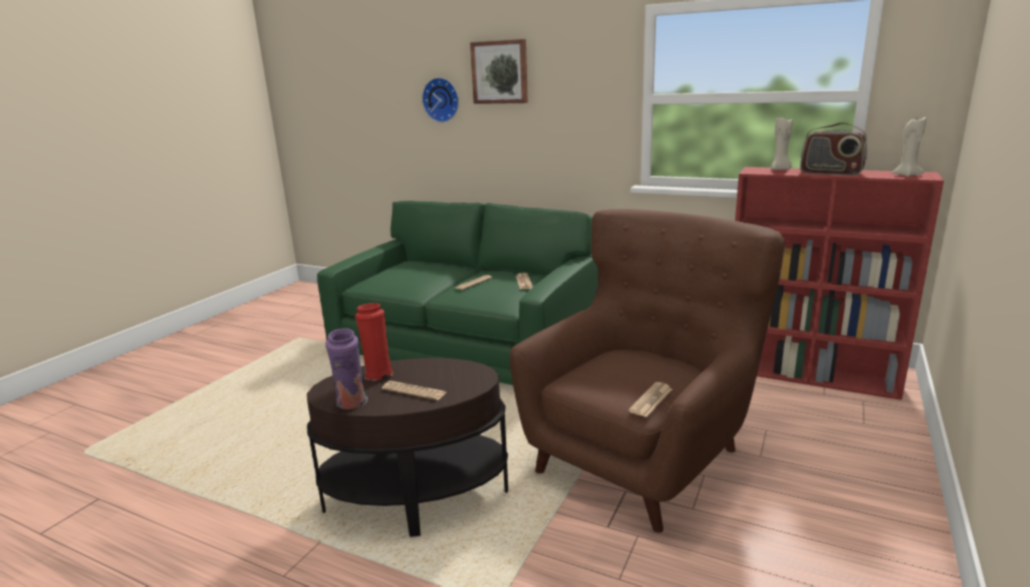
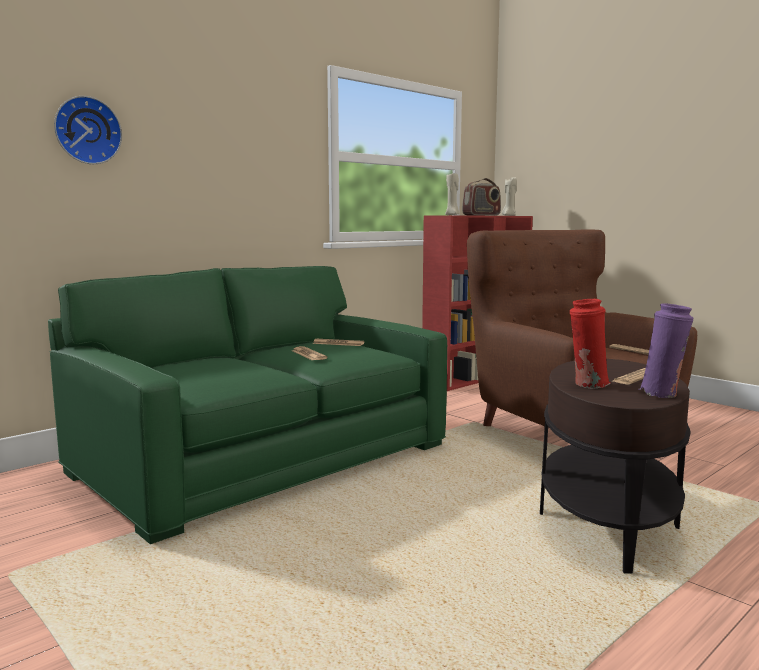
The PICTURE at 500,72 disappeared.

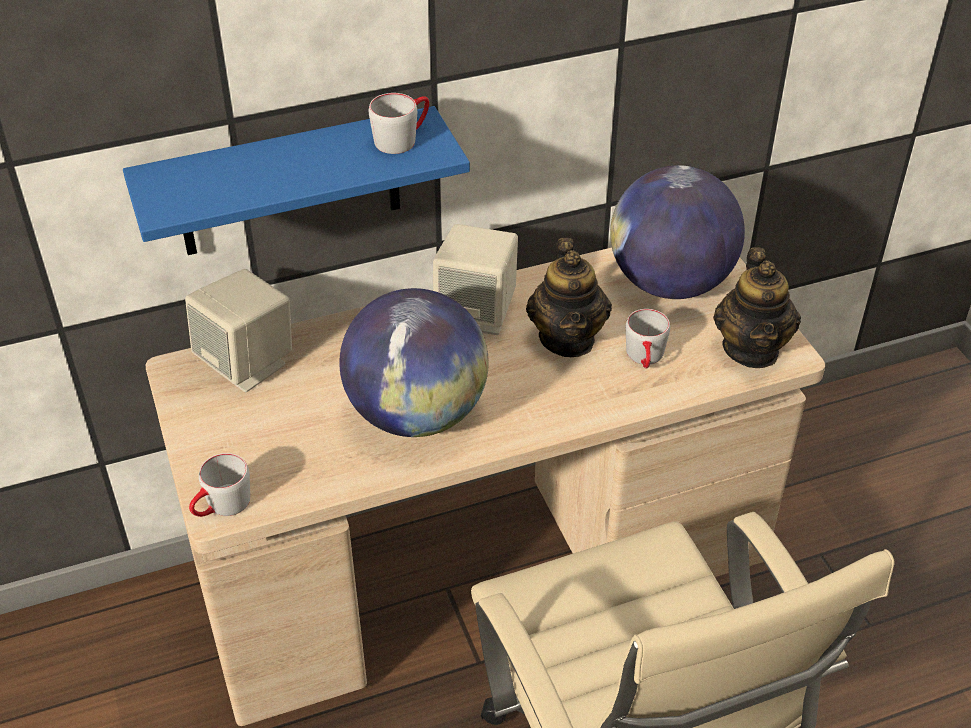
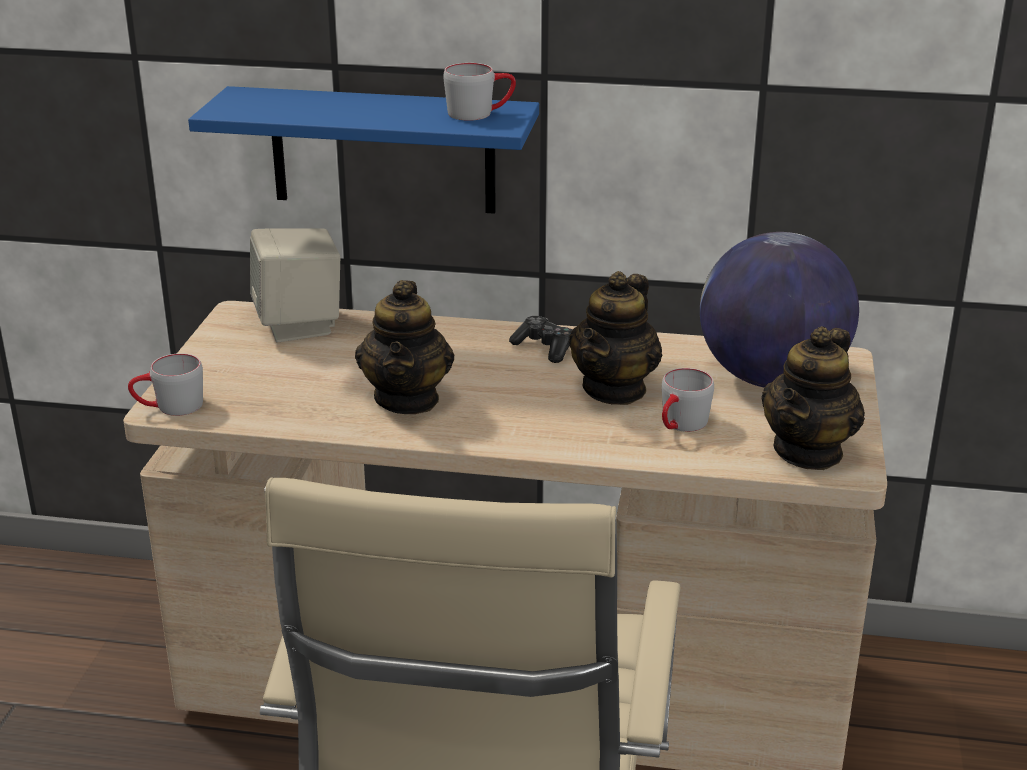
The WORLD GLOBE at 417,414 was replaced by the TEAPOT at 407,399.
The BEIGE AUDIO SPEAKER at 477,313 was replaced by the GAMEPAD at 545,348.

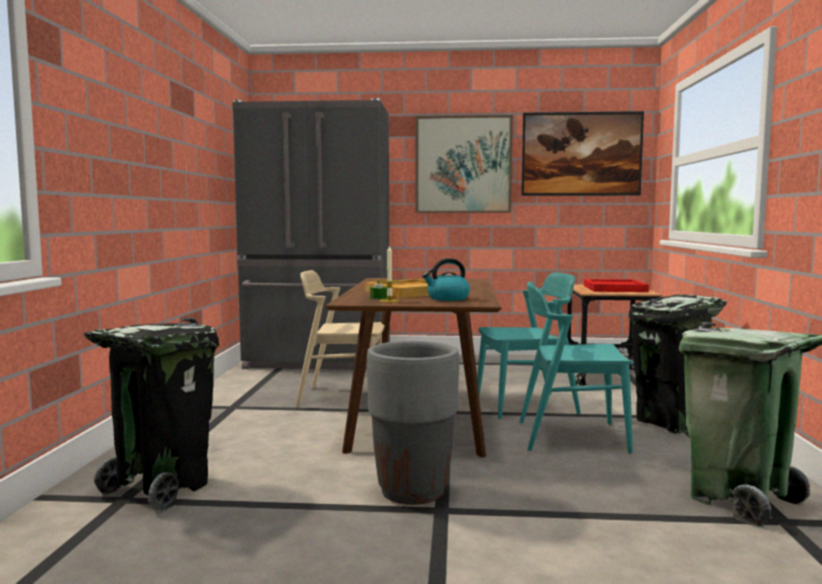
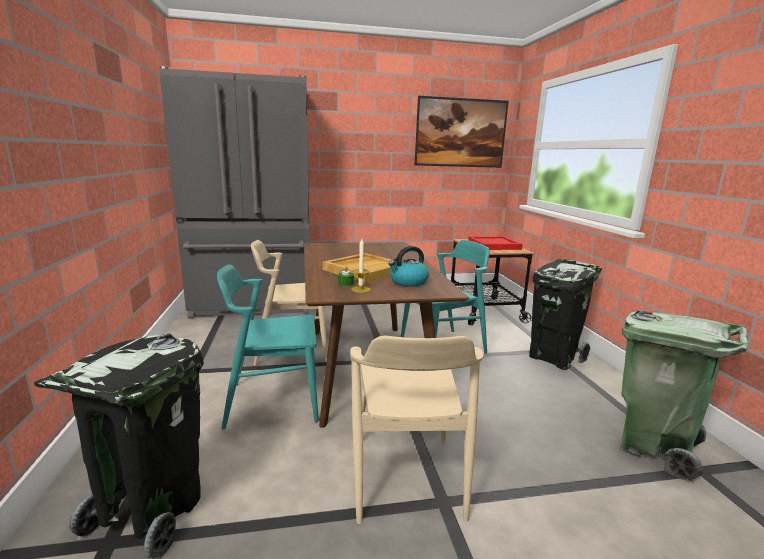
The BLUE-GREEN PLAIN CHAIR moved from 571,436 to 273,401.
The GREYISH PLANTER at 412,492 was replaced by the BEIGE PLAIN CHAIR at 405,477.
The PICTURE at 463,164 disappeared.

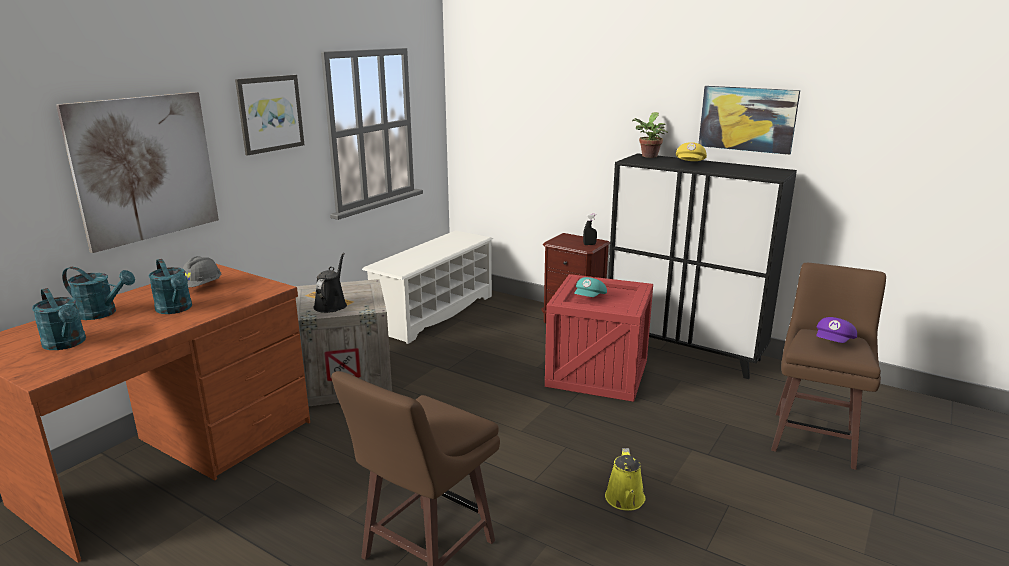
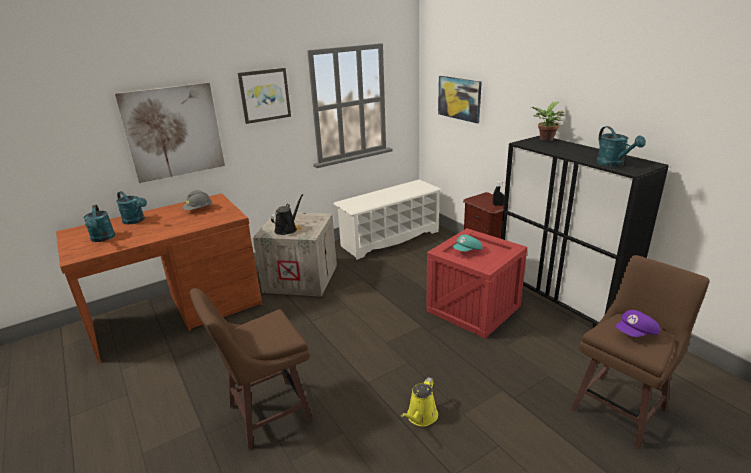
The PICTURE moved from 747,119 to 459,98.
The BLUE-GREEN WATERING POT moved from 176,309 to 614,164.
The YELLOW-COLOURED CAP at 690,164 disappeared.

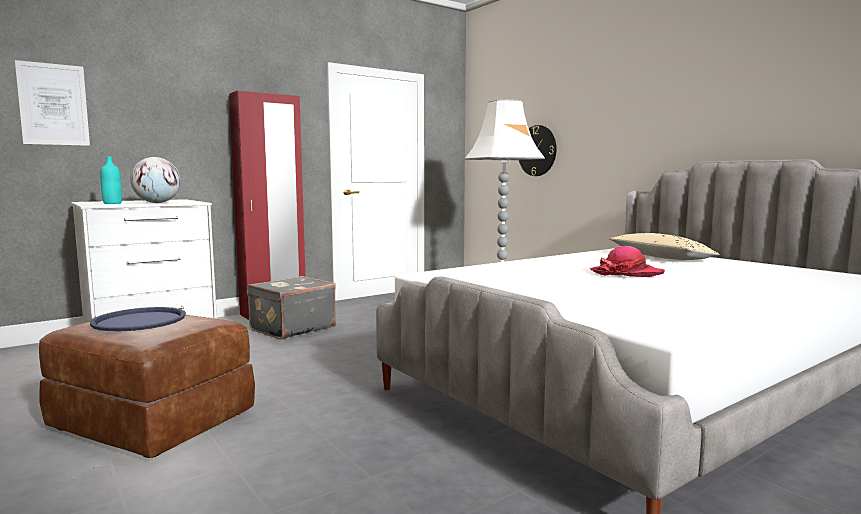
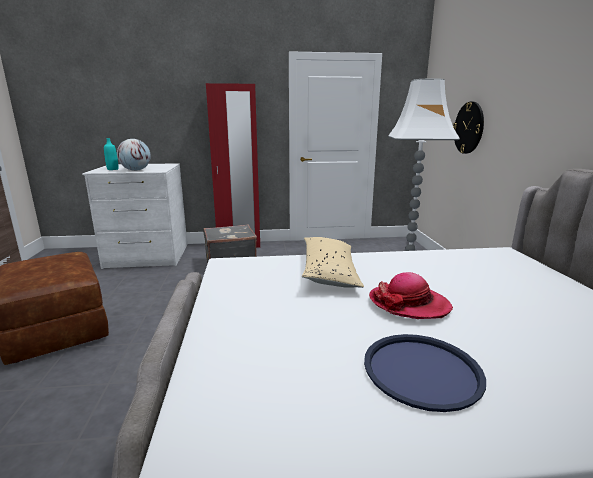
The BEIGE CUSHION moved from 660,258 to 329,271.
The BLUISH SERVING TRAY moved from 139,321 to 422,371.
The PICTURE at 53,104 disappeared.

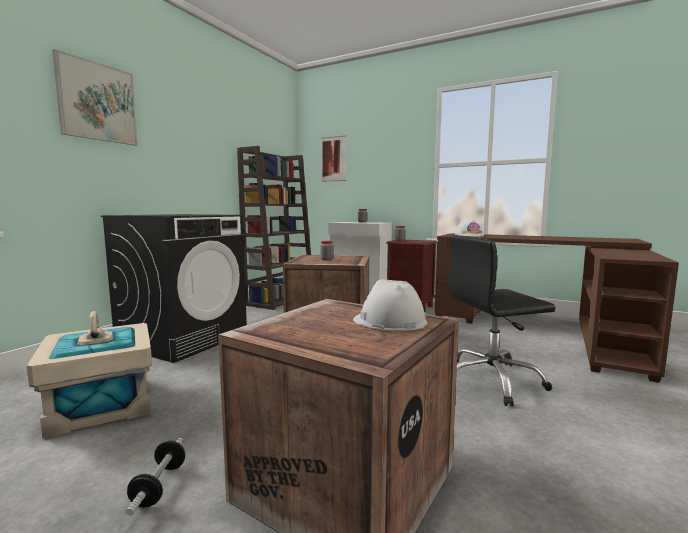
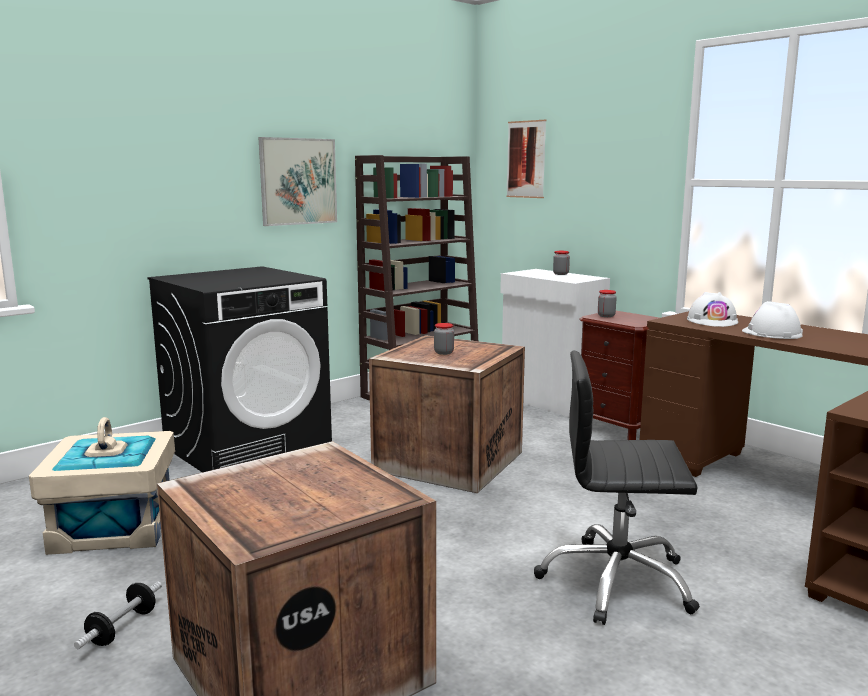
The PICTURE moved from 97,102 to 298,181.
The WHITE-COLOURED WORK HELMET moved from 389,321 to 771,333.

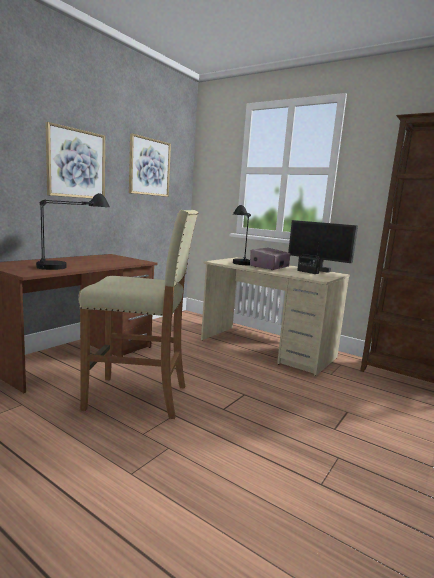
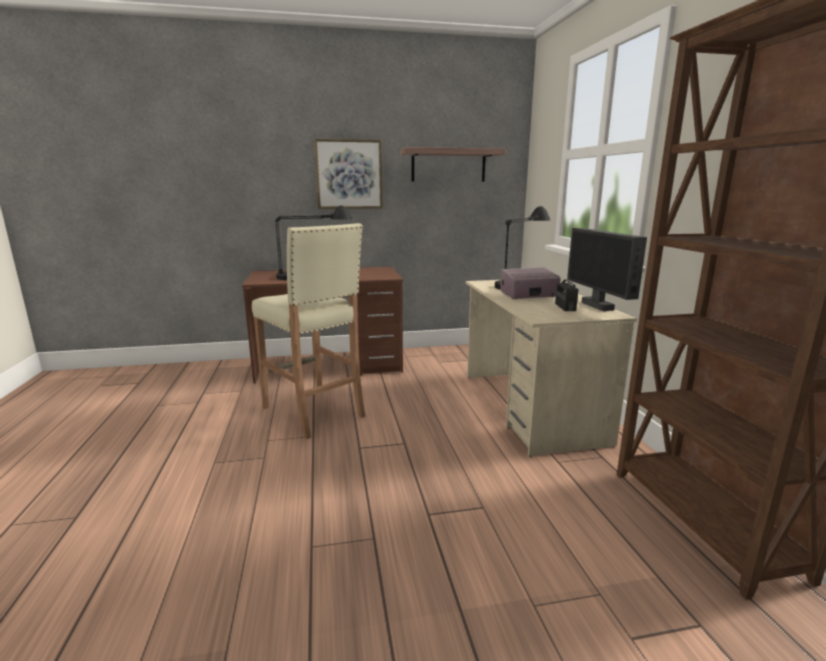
The PICTURE at 149,167 was replaced by the WALL SHELF at 448,165.

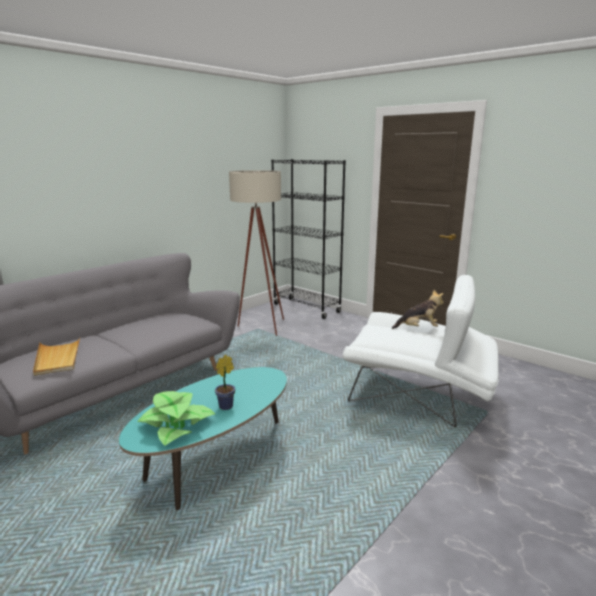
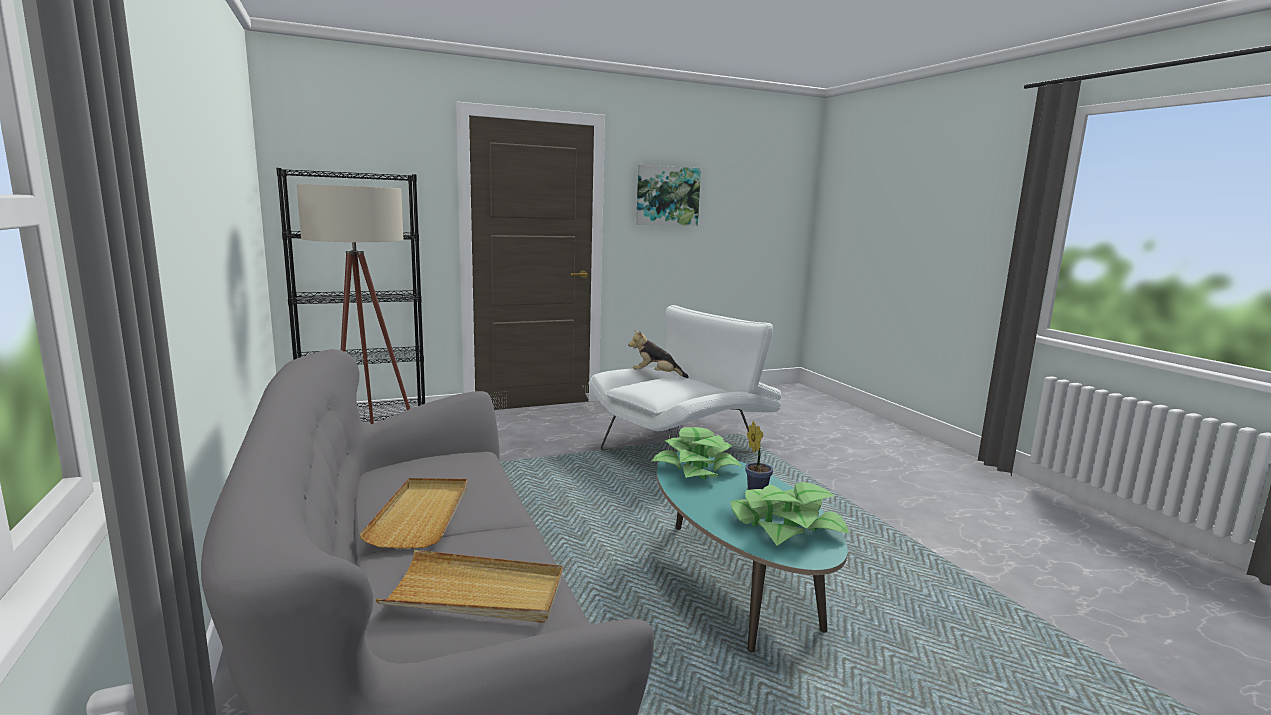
The BEIGE SERVING TRAY at 421,515 appeared.
The SOFT TOY at 418,328 turned 105 degrees counterclockwise.
The PICTURE at 667,196 appeared.
The HOUSEPLANT at 696,468 appeared.

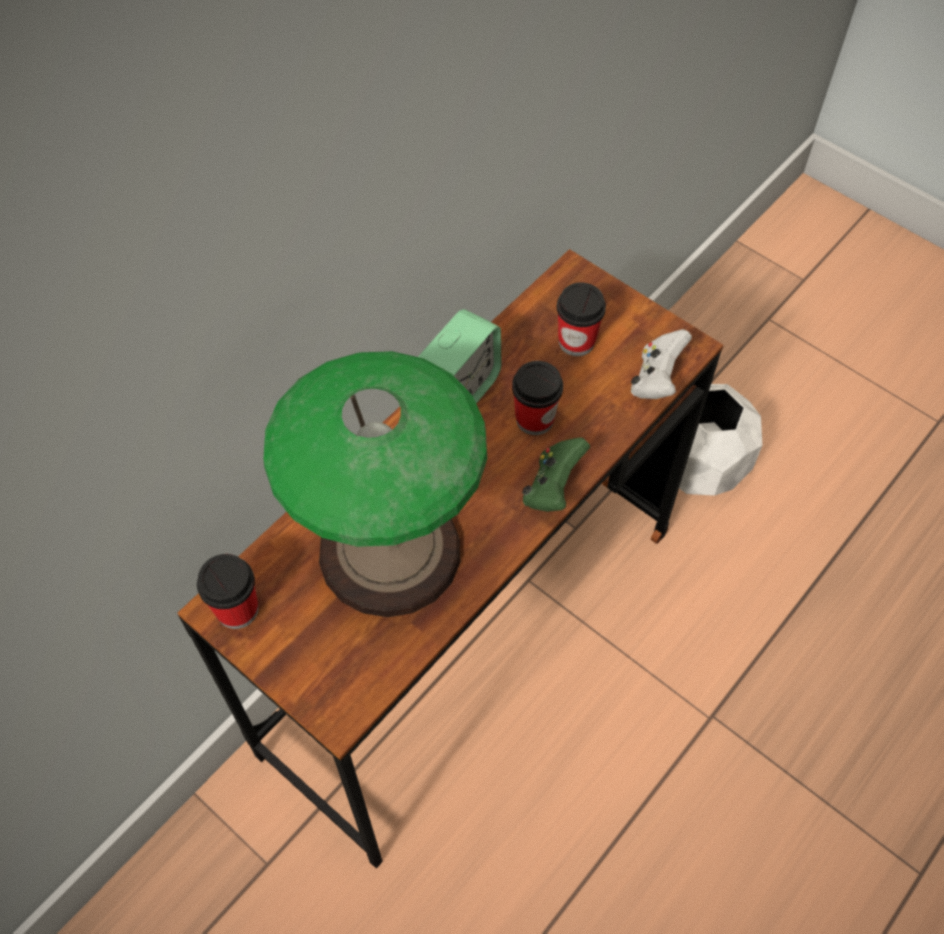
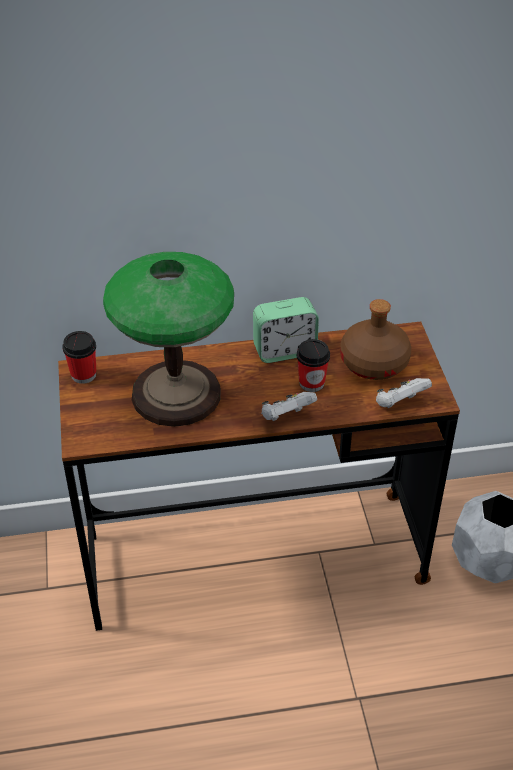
The GREEN-COLOURED GAMEPAD at 552,488 became the WHITE-COLOURED GAMEPAD at 286,417.
The CUP at 576,341 was replaced by the BROWN-COLOURED BEVERAGE BOTTLE at 374,363.

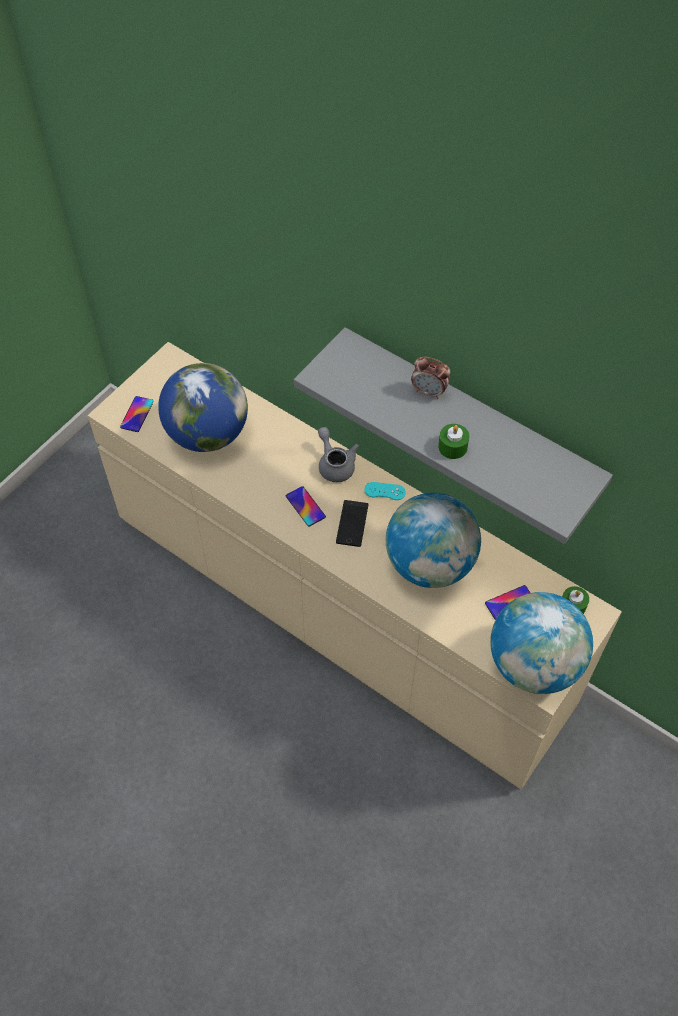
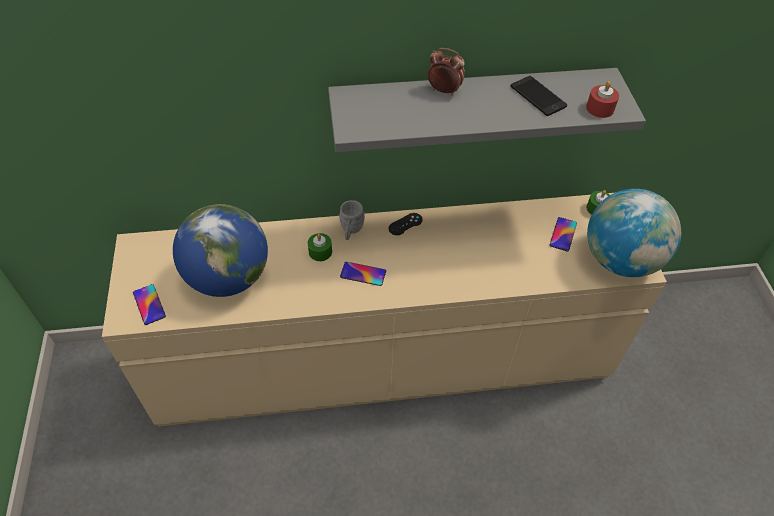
The GREEN-COLOURED CANDLE moved from 452,447 to 320,252.
The GREYISH TEAPOT at 335,464 was replaced by the GREYISH MUG at 350,231.
The BLUE-GREEN GAMEPAD at 385,491 became the BLACK-COLOURED GAMEPAD at 405,224.
The BEDSIDE CLOCK at 429,392 turned 135 degrees counterclockwise.
The HANDSET moved from 352,523 to 538,96.
The RED CANDLE at 600,108 appeared.
The WORLD GLOBE at 430,564 disappeared.

